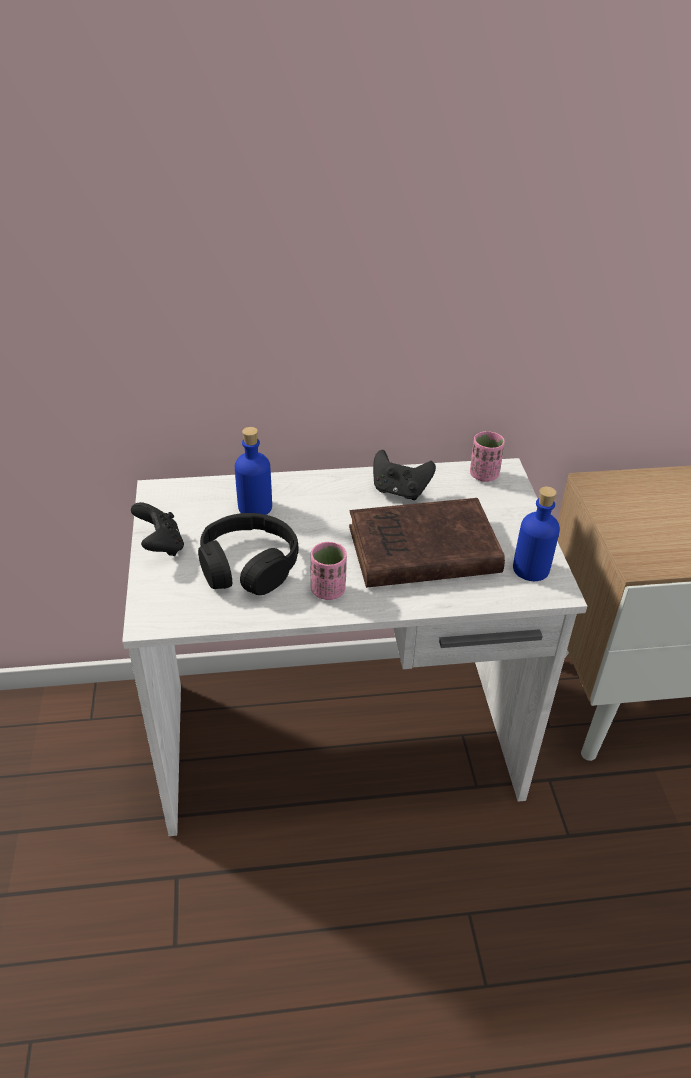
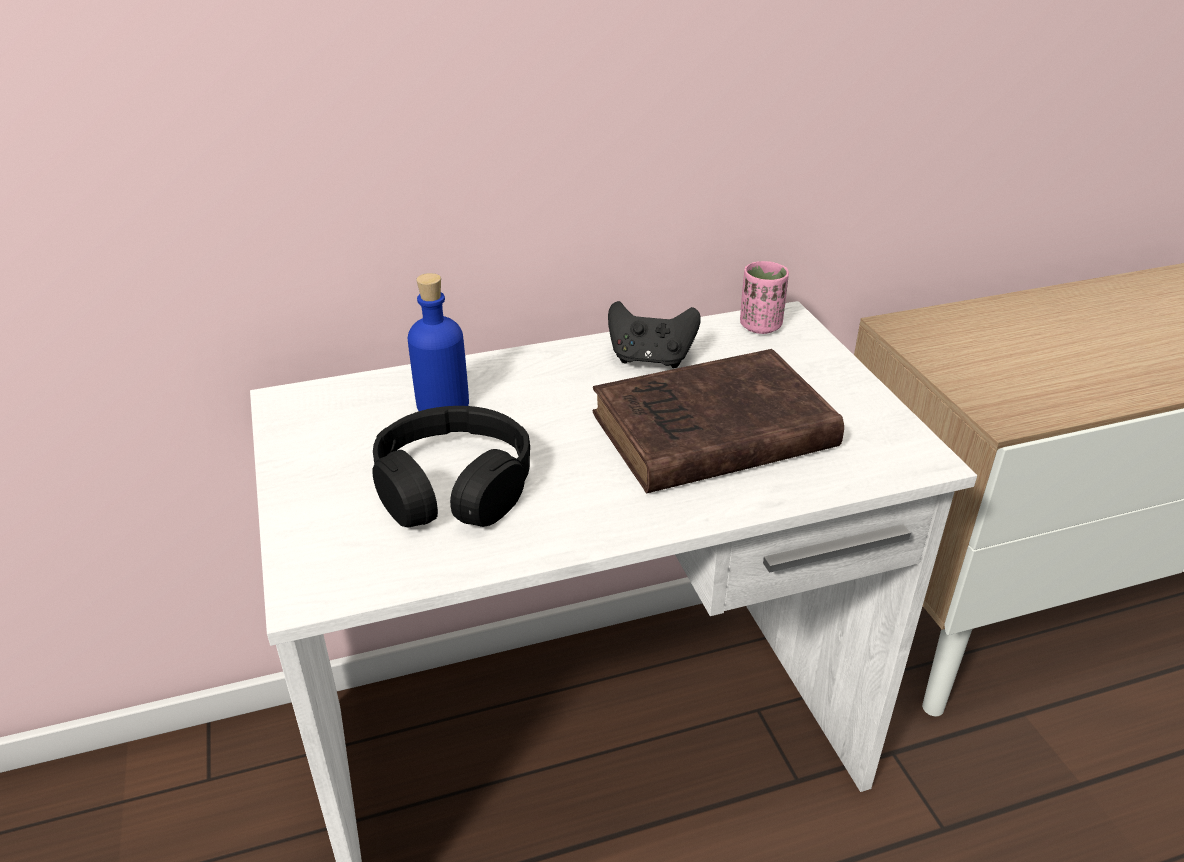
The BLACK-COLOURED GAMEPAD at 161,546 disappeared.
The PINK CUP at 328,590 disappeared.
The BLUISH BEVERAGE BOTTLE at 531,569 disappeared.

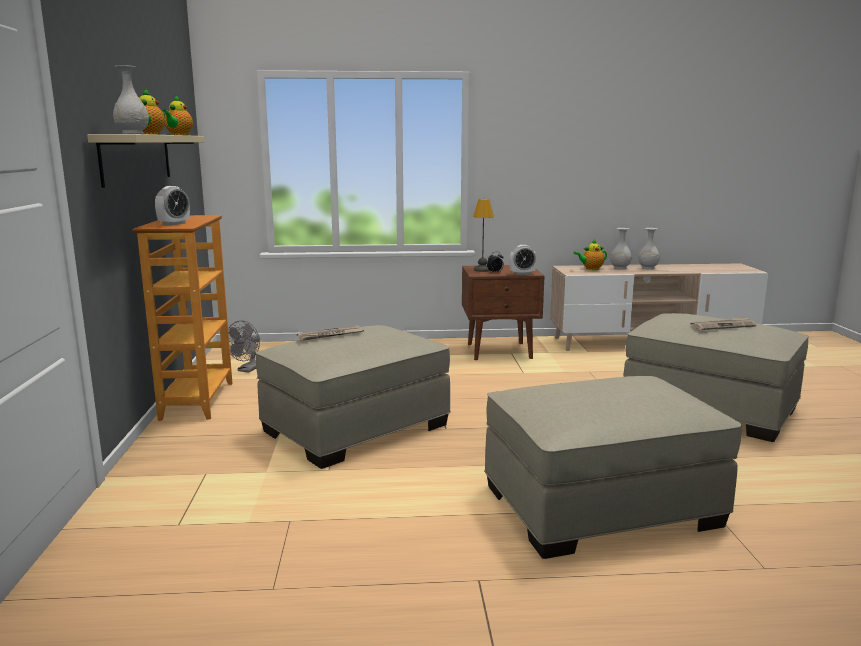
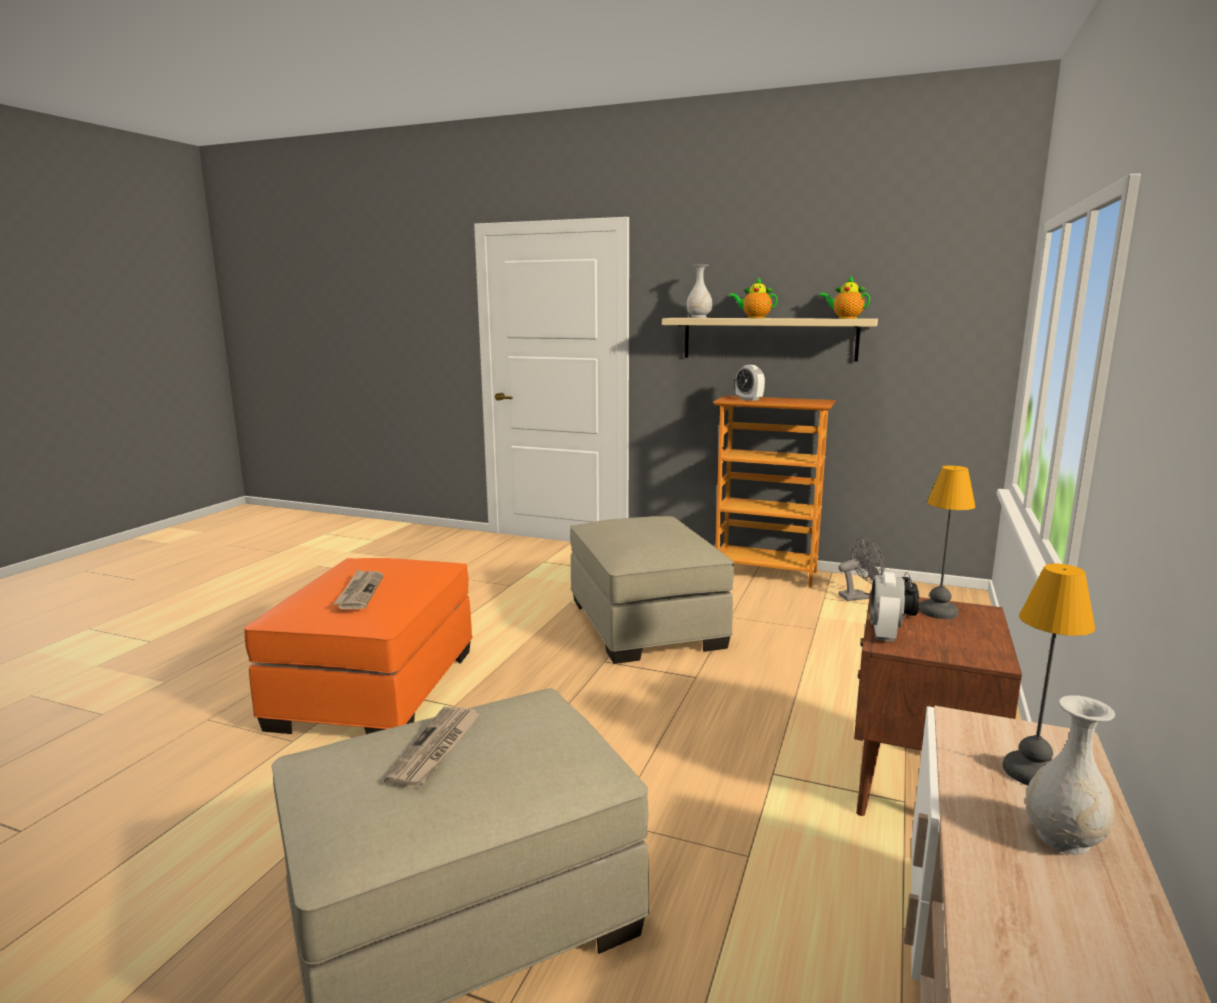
The BEIGE FOOTREST at 602,505 became the ORANGE-COLOURED FOOTREST at 375,688.
The DAILY PAPER moved from 330,335 to 359,592.
The GREYISH ELECTRIC FAN at 248,370 turned 120 degrees clockwise.
The TEAPOT at 591,269 was replaced by the TABLETOP LAMP at 1034,772.
The WHITE-COLOURED FLOWER VASE at 648,268 disappeared.

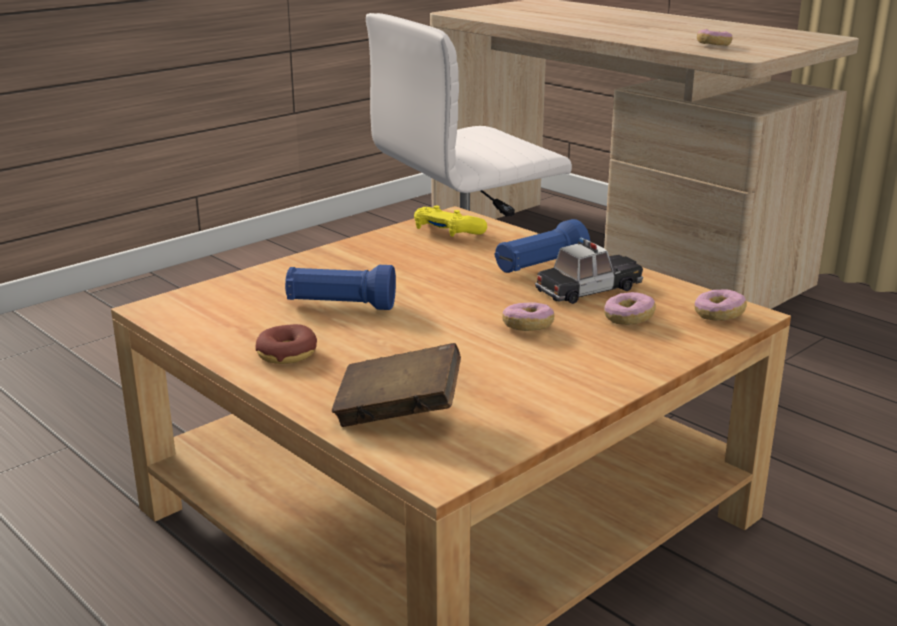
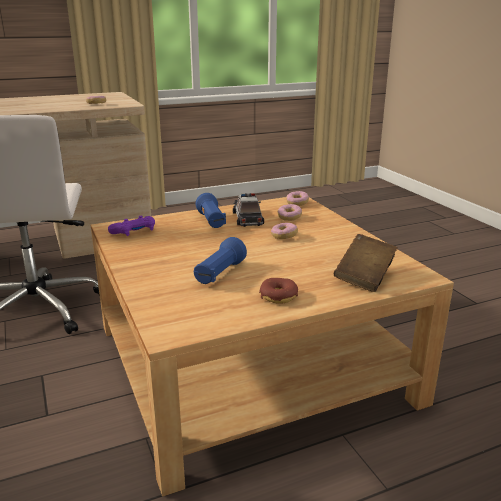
The YELLOW-COLOURED GAMEPAD at 447,232 became the PURPLISH GAMEPAD at 134,232.

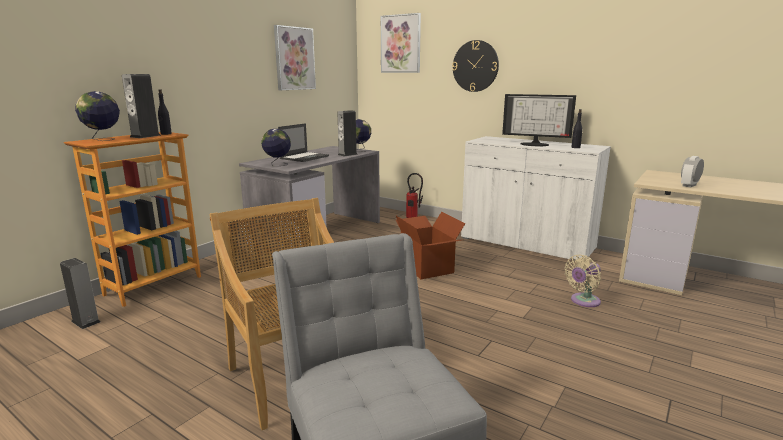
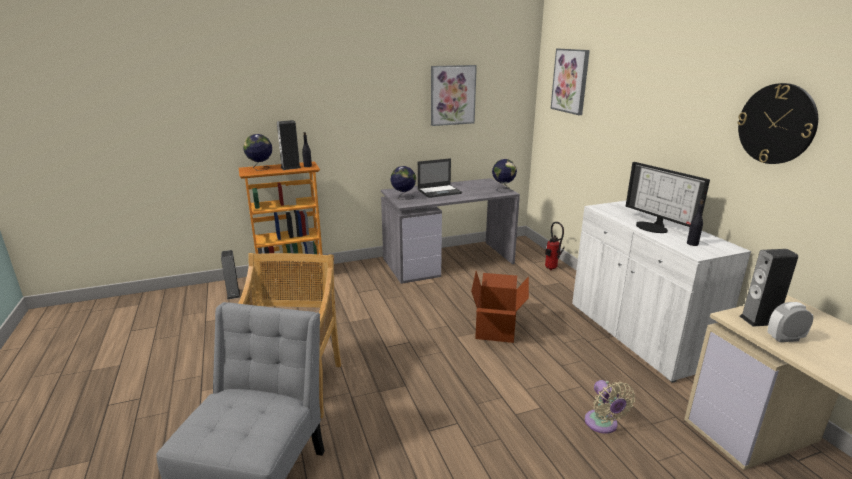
The BEIGE ELECTRIC FAN at 583,301 turned 105 degrees counterclockwise.
The HANGING CLOCK moved from 475,66 to 776,124.
The AUDIO SPEAKER moved from 347,154 to 759,320.

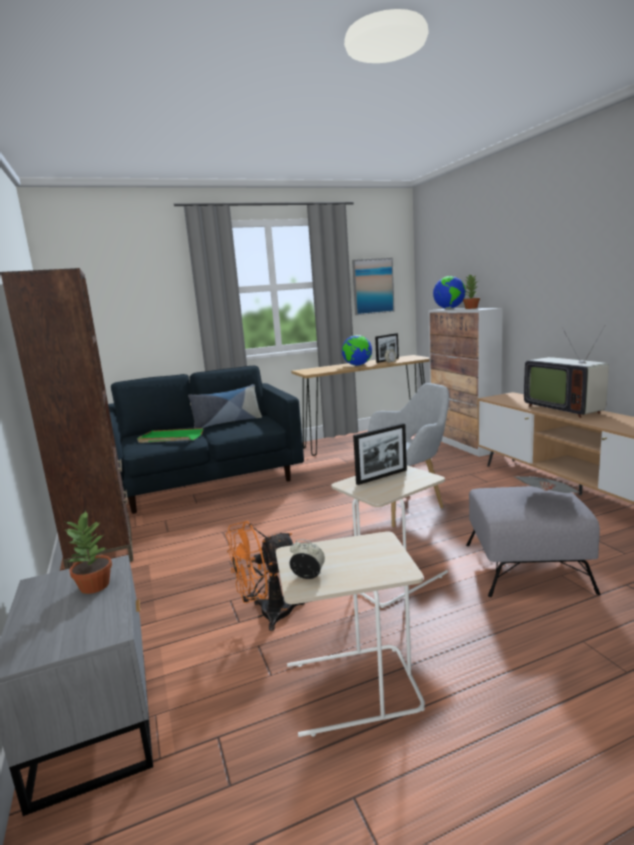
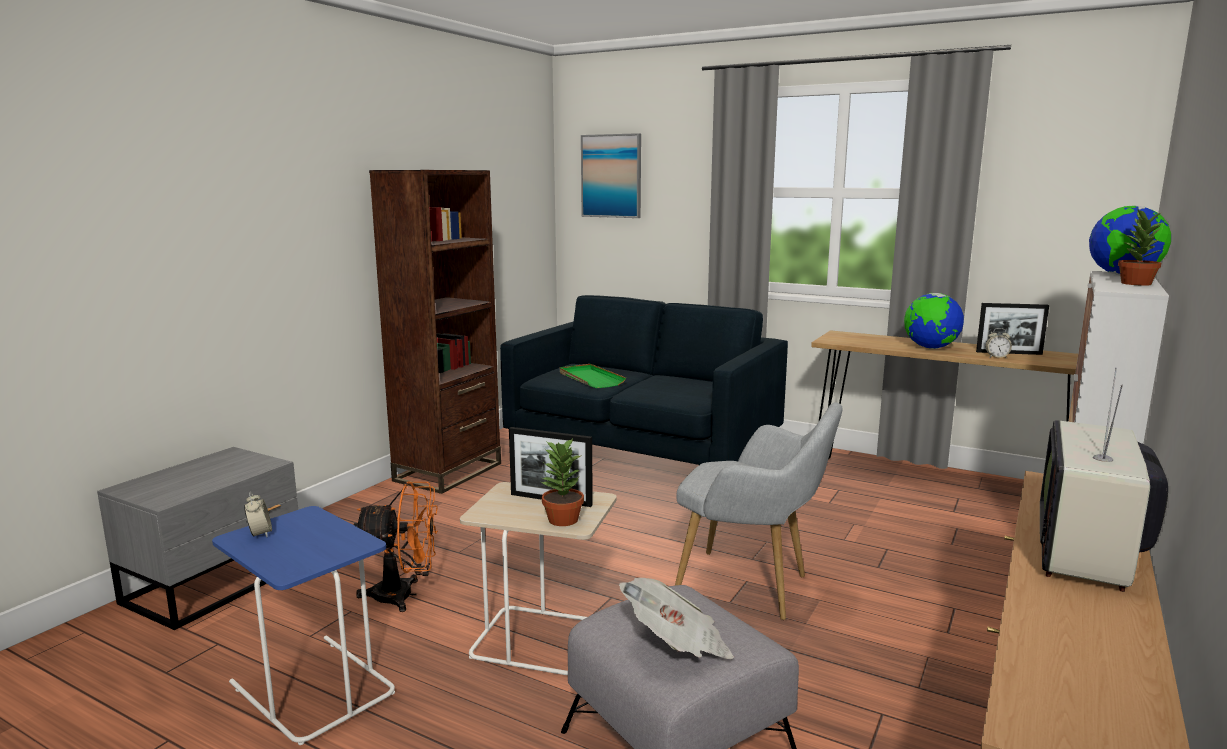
The BEIGE SIDE TABLE at 351,689 became the BLUISH SIDE TABLE at 311,688.
The ORANGE-COLOURED ELECTRIC FAN at 267,614 turned 150 degrees clockwise.
The HOUSEPLANT moved from 94,586 to 562,520.
The PICTURE moved from 373,286 to 611,176.
The CUSHION at 227,422 disappeared.

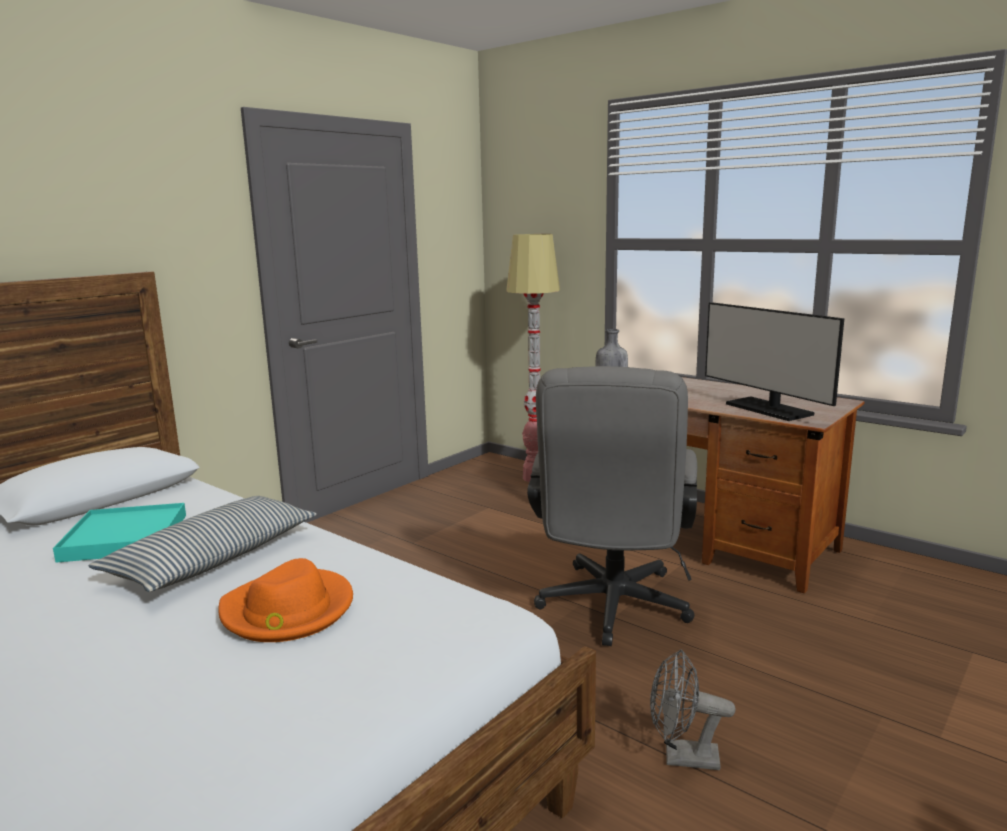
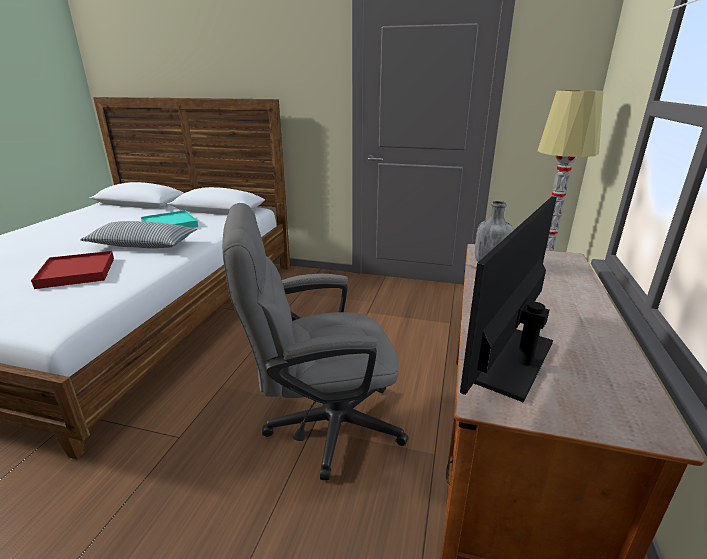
The ORANGE-COLOURED CLOTHING HAT at 287,611 was replaced by the RED SERVING TRAY at 77,272.
The GREYISH ELECTRIC FAN at 682,758 disappeared.

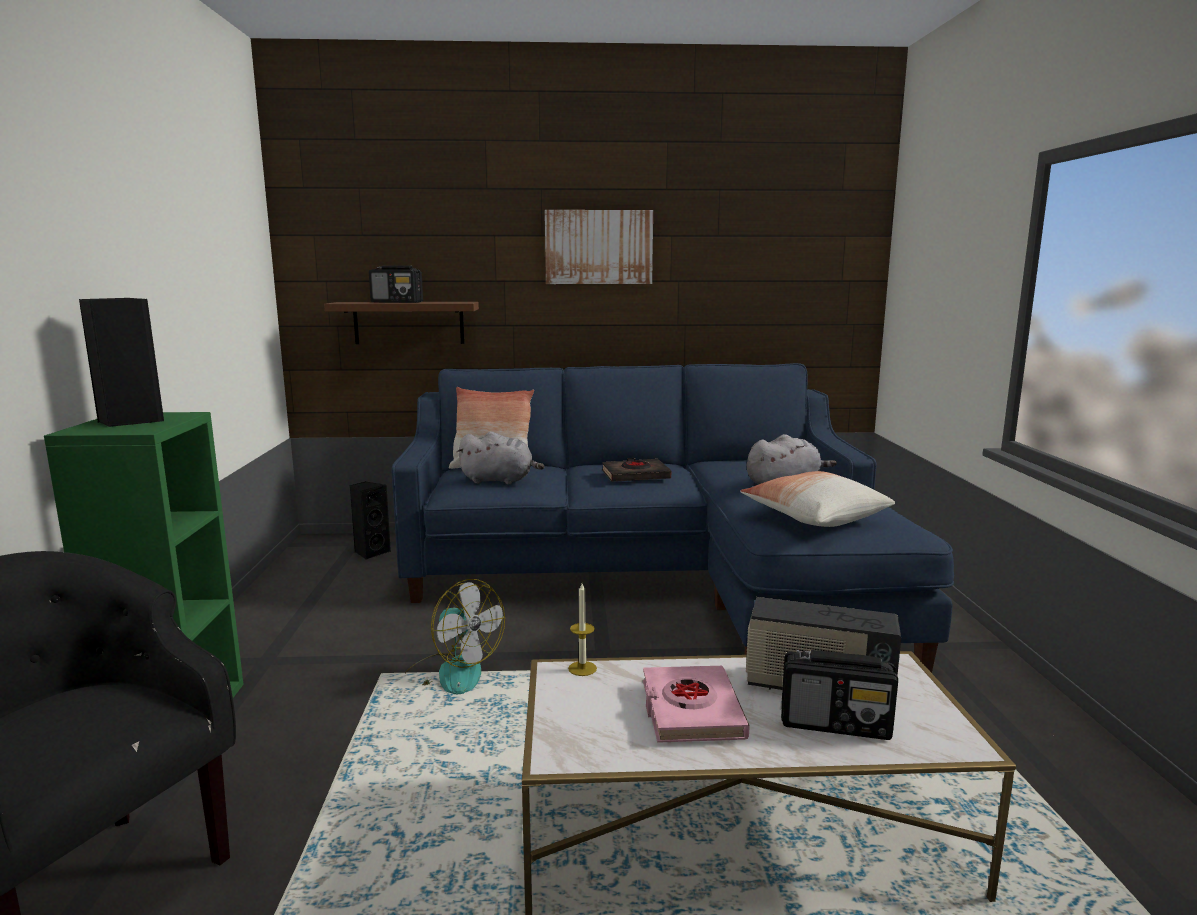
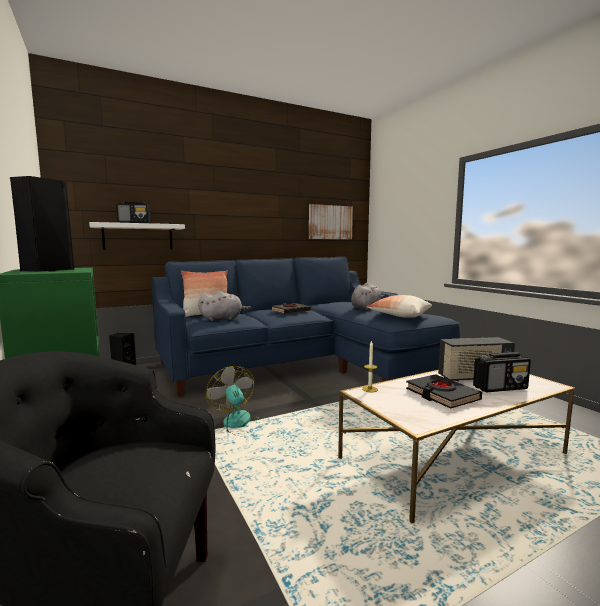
The BROWN-COLOURED WALL SHELF at 409,323 became the WHITE-COLOURED WALL SHELF at 138,236.
The ELECTRIC FAN at 451,673 turned 135 degrees counterclockwise.
The PICTURE moved from 598,247 to 330,222.
The PINK VOLUME at 691,711 became the BLACK-COLOURED VOLUME at 442,395.

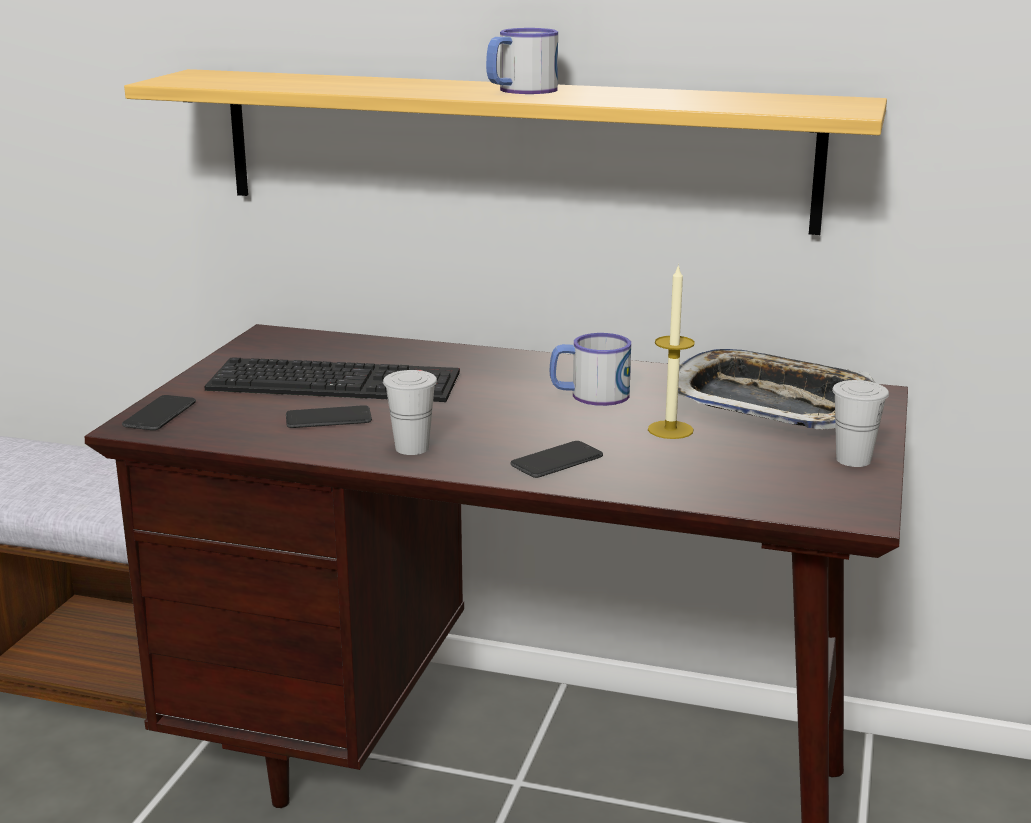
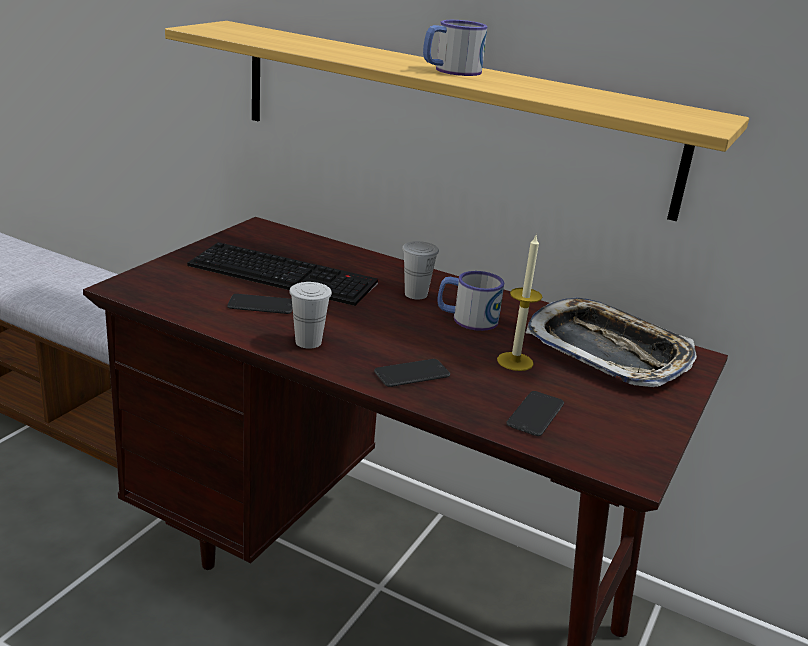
The WHITE-COLOURED CUP moved from 853,460 to 416,294.
The HANDSET moved from 160,414 to 535,414.

